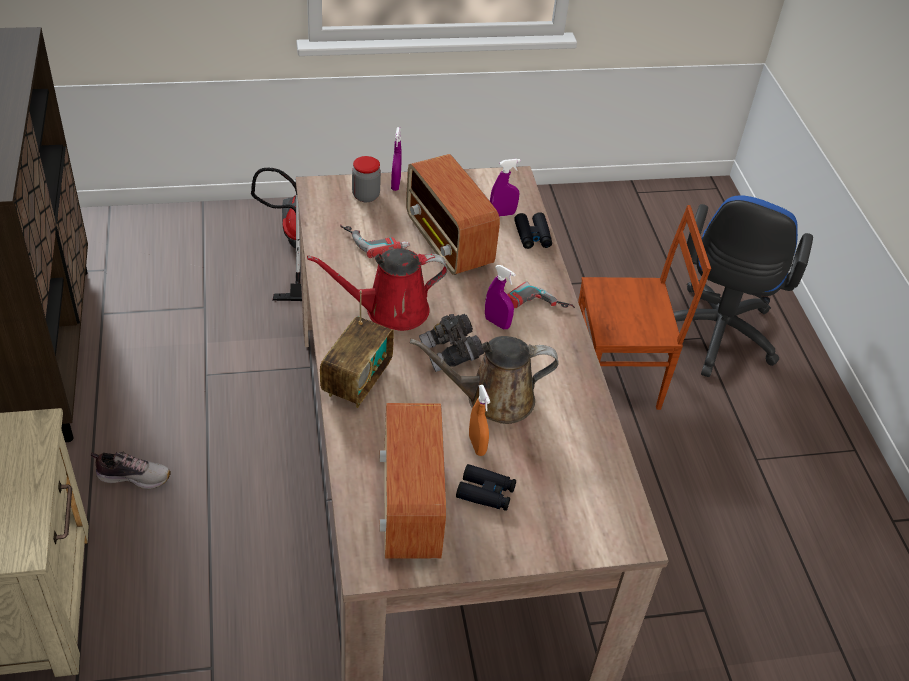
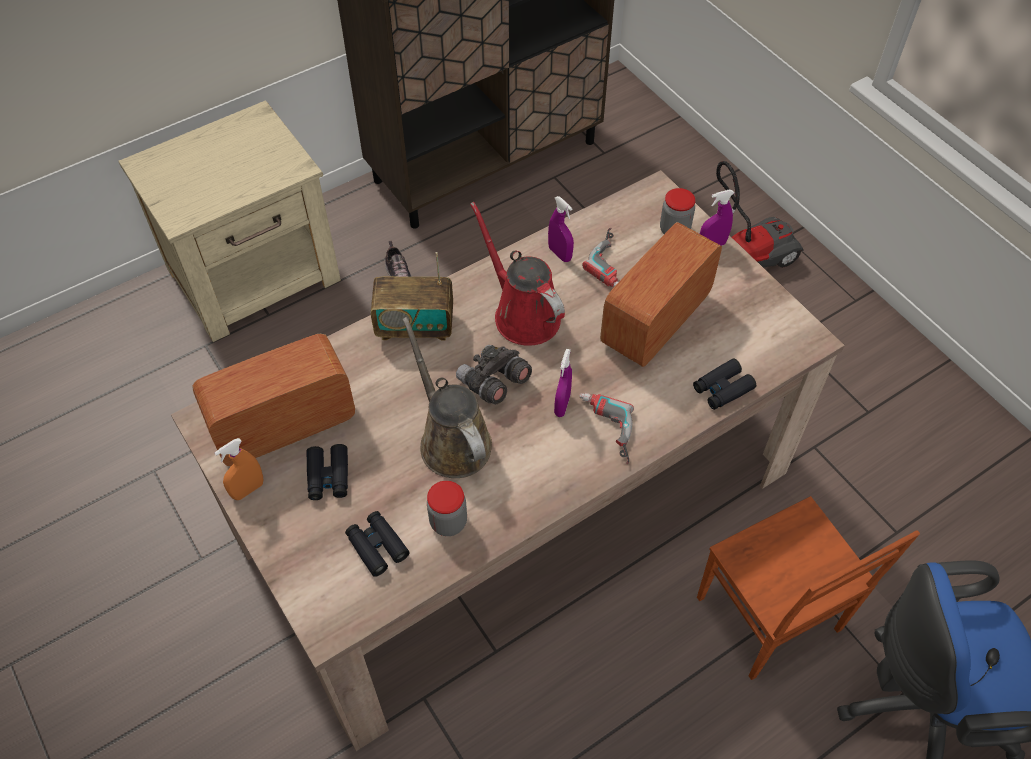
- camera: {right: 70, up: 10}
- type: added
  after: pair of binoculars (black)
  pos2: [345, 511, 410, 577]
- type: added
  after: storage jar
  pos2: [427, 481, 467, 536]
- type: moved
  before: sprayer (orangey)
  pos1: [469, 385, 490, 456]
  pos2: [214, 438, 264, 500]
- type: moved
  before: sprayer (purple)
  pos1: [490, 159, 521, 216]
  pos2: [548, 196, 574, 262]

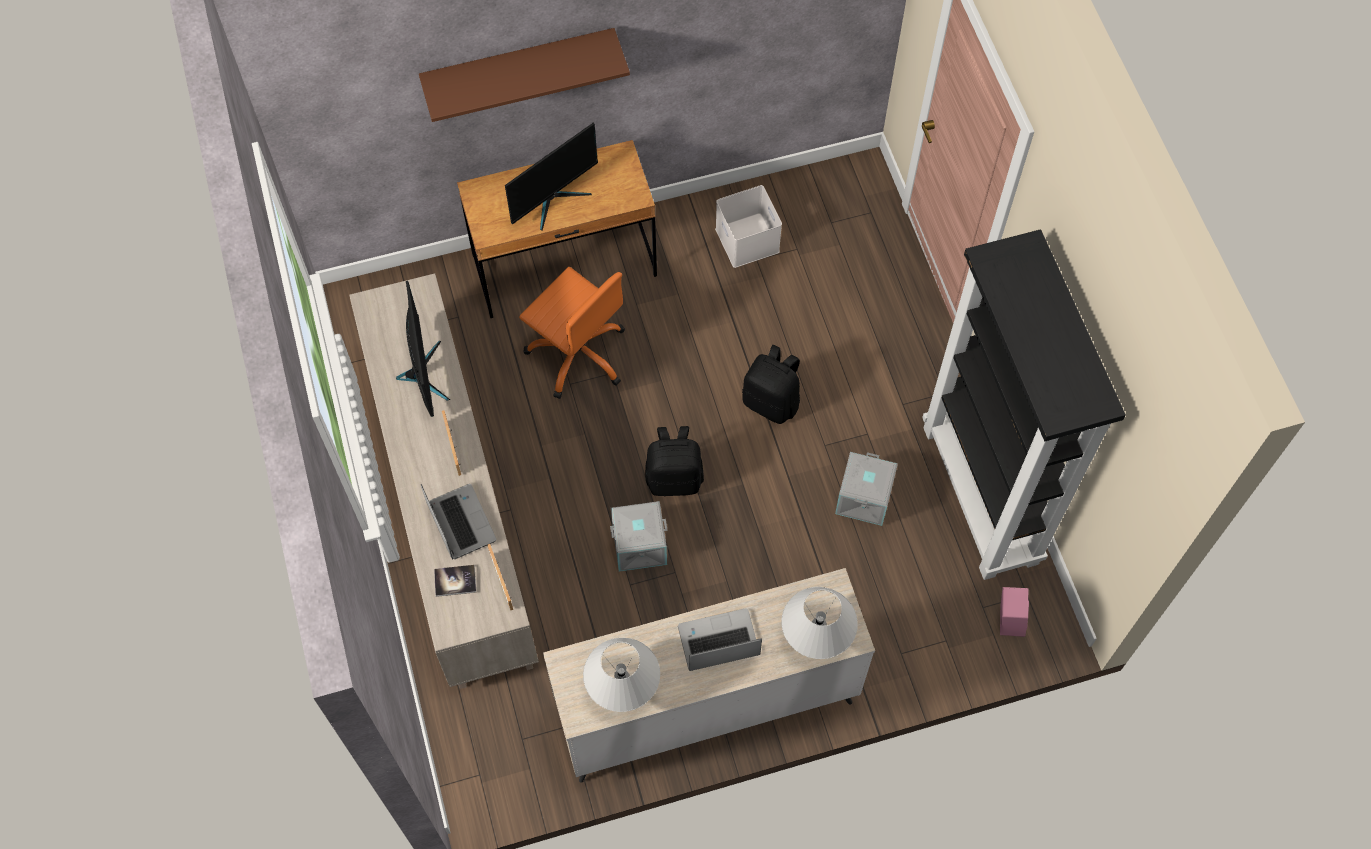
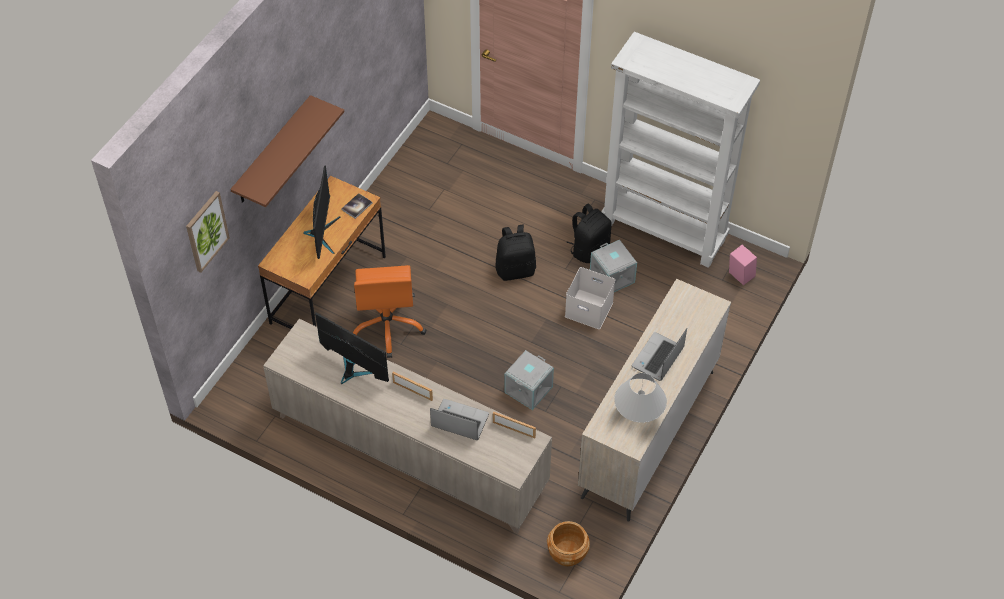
- camera: {right: -45, up: -10}
- type: removed
  before: tabletop lamp (white-coloured)
  pos1: [781, 587, 858, 659]
- type: added
  after: wall picture
  pos2: [186, 191, 230, 273]
- type: added
  after: plant pot (brownish)
  pos2: [547, 521, 590, 566]
- type: moved
  before: book
  pos1: [434, 565, 476, 597]
  pos2: [342, 193, 372, 219]
- type: moved
  before: knapsack (black)
  pos1: [645, 426, 704, 497]
  pos2: [566, 204, 612, 263]
- type: moved
  before: storage bin (white-coloured)
  pos1: [715, 185, 782, 268]
  pos2: [565, 267, 615, 329]
- type: recoloured
  before: bookcase (black)
  after: bookcase (white-coloured)
  pos1: [922, 229, 1126, 580]
  pos2: [601, 32, 760, 268]
- type: turned
  before: office chair (orangey)
  pos1: [519, 267, 625, 399]
  pos2: [353, 265, 426, 358]
  turn: 90

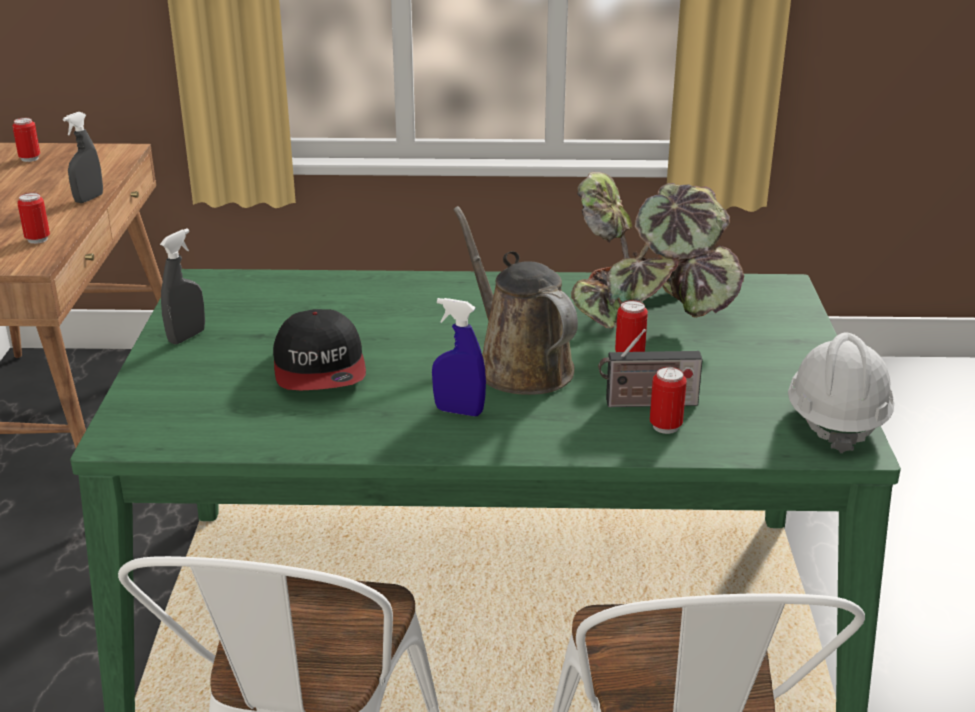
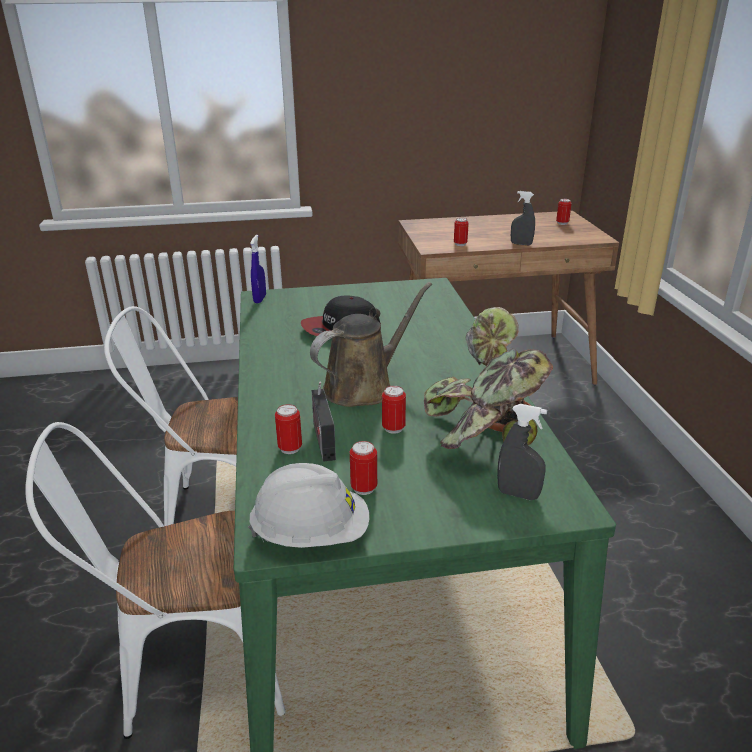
- camera: {right: 80, up: 0}
- type: added
  after: sealed can
  pos2: [350, 441, 377, 495]
- type: moved
  before: sprayer (grey)
  pos1: [160, 228, 205, 345]
  pos2: [497, 404, 547, 500]
- type: moved
  before: sprayer (blue-coloured)
  pos1: [432, 298, 486, 416]
  pos2: [250, 235, 266, 303]

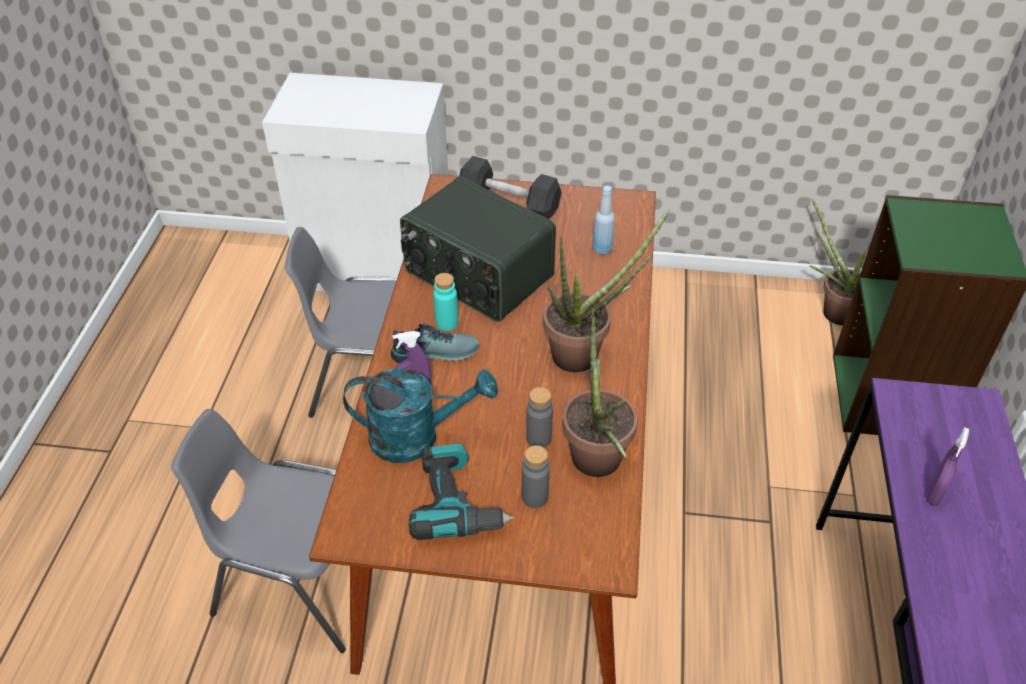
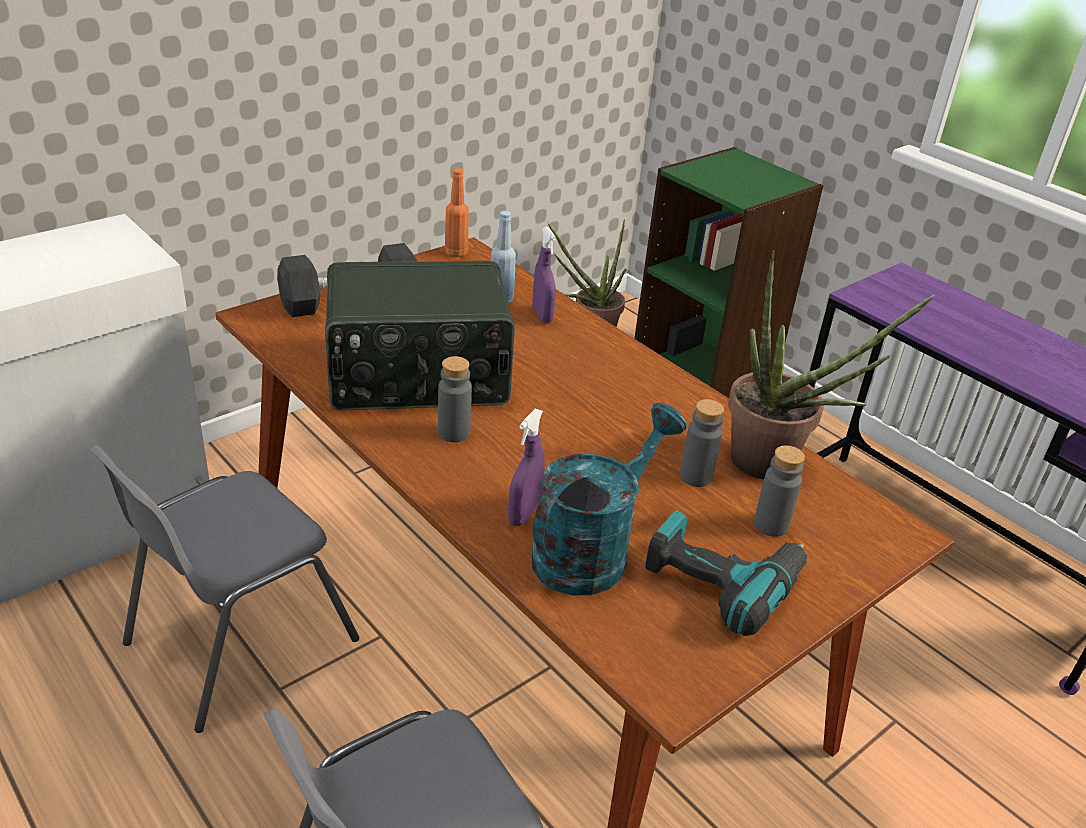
- camera: {right: -50, up: -10}
- type: removed
  before: shoe
  pos1: [391, 323, 479, 364]
- type: removed
  before: plant in a pot
  pos1: [543, 209, 669, 372]
- type: added
  after: beverage bottle (orangey)
  pos2: [445, 168, 469, 257]
- type: moved
  before: sprayer (purple)
  pos1: [927, 427, 969, 506]
  pos2: [533, 227, 556, 323]
- type: recoloured
  before: beverage bottle (blue-green)
  after: beverage bottle (grey)
  pos1: [433, 273, 458, 331]
  pos2: [438, 356, 472, 442]

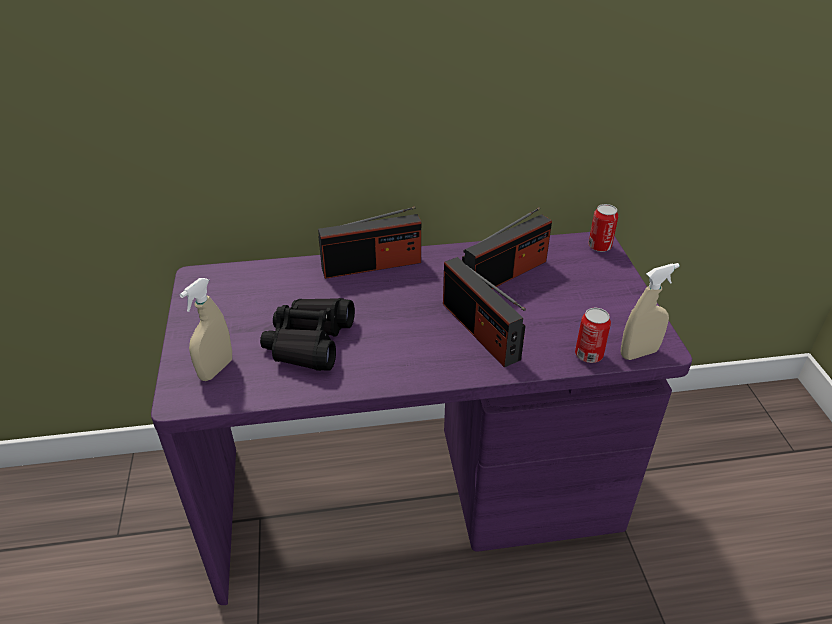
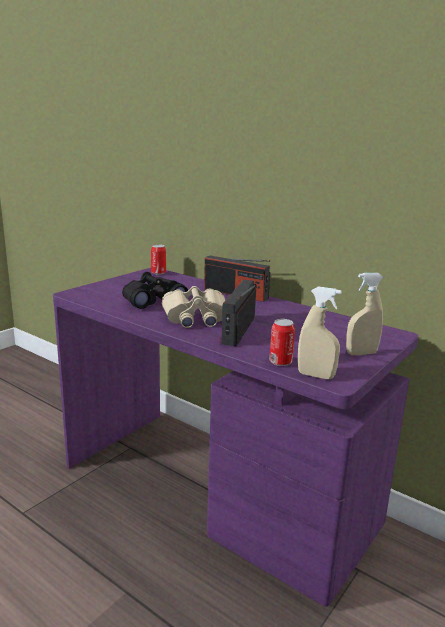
- camera: {right: 45, up: -20}
- type: removed
  before: radio receiver
  pos1: [462, 207, 552, 289]
- type: added
  after: pair of binoculars (sand-coloured)
  pos2: [162, 286, 225, 328]
- type: moved
  before: sprayer (sand-coloured)
  pos1: [179, 278, 232, 381]
  pos2: [346, 273, 384, 355]
- type: moved
  before: sealed can
  pos1: [588, 204, 618, 252]
  pos2: [151, 244, 166, 275]

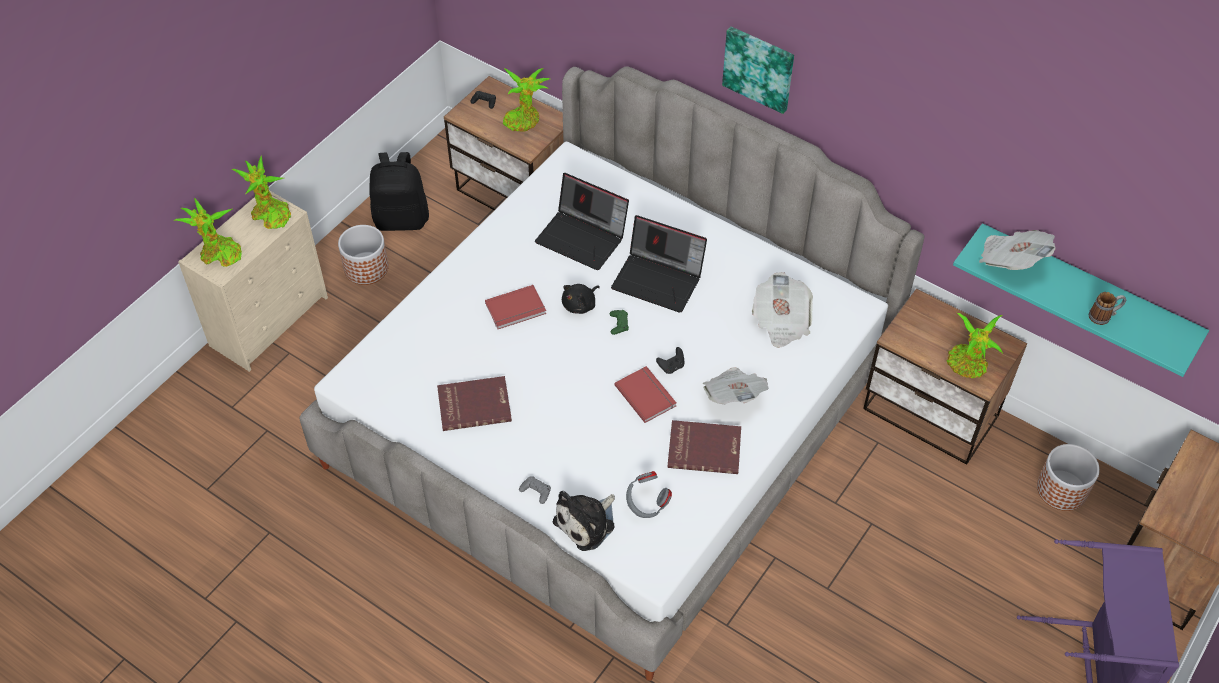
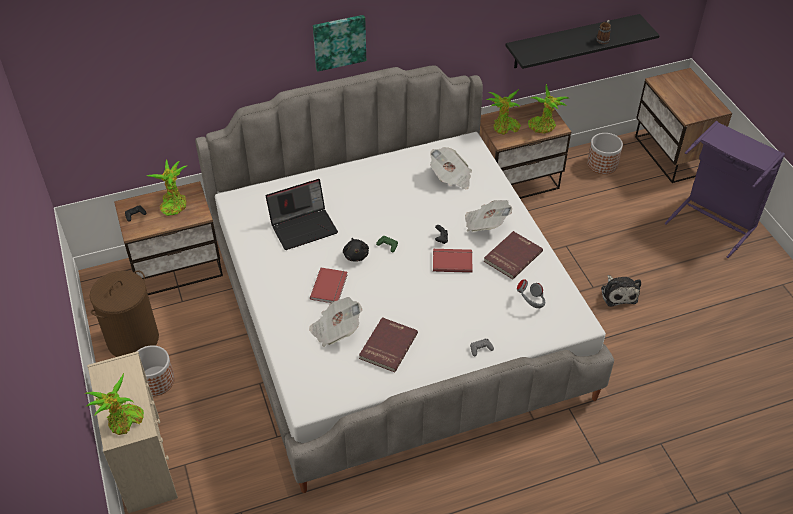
- camera: {right: -55, up: -5}
- type: removed
  before: laptop
  pos1: [611, 215, 707, 313]
- type: moved
  before: plant in a pot
  pos1: [232, 156, 291, 229]
  pos2: [487, 89, 521, 135]
- type: moved
  before: cuddly toy
  pos1: [553, 491, 615, 551]
  pos2: [601, 275, 641, 307]
- type: moved
  before: newspaper
  pos1: [979, 230, 1056, 270]
  pos2: [309, 297, 362, 347]
- type: replaced
  before: knapsack (black)
  after: hamper (brownish)
  pos1: [369, 152, 429, 231]
  pos2: [90, 270, 159, 357]
- type: recoloured
  before: bracket shelf (blue-green)
  after: bracket shelf (black)
  pos1: [953, 223, 1209, 377]
  pos2: [505, 14, 660, 69]

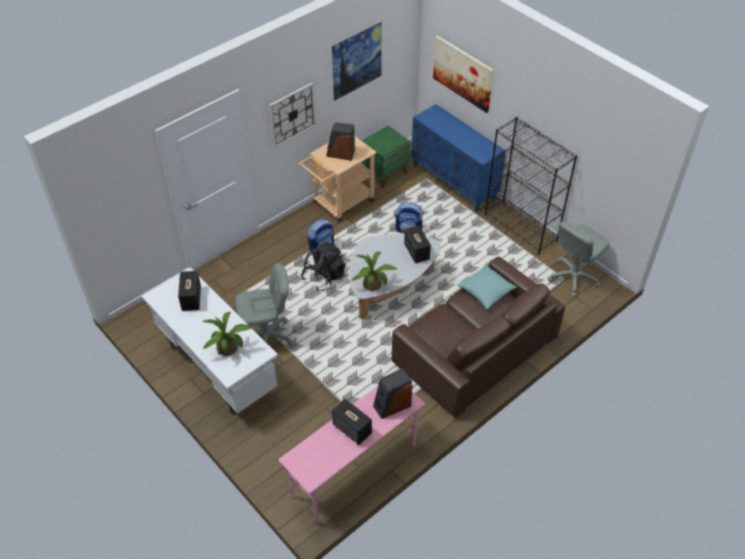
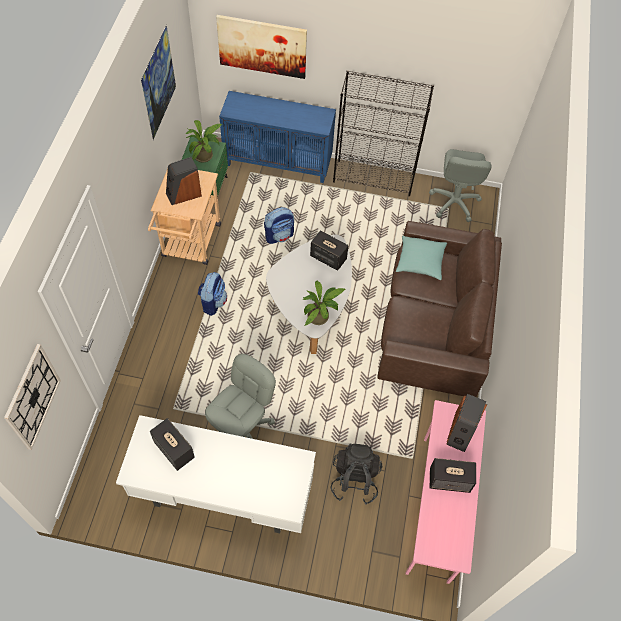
- camera: {right: -40, up: 10}
- type: moved
  before: plant in a pot
  pos1: [203, 312, 252, 356]
  pos2: [186, 120, 222, 163]
- type: moved
  before: clock on the wall
  pos1: [269, 83, 316, 148]
  pos2: [4, 344, 61, 450]
- type: moved
  before: knapsack (black)
  pos1: [301, 242, 345, 291]
  pos2: [330, 444, 382, 505]

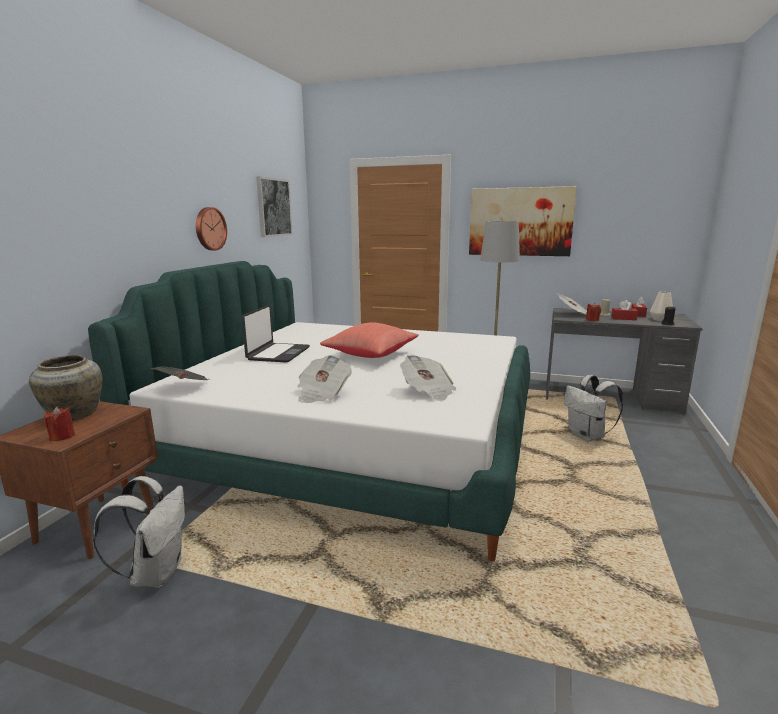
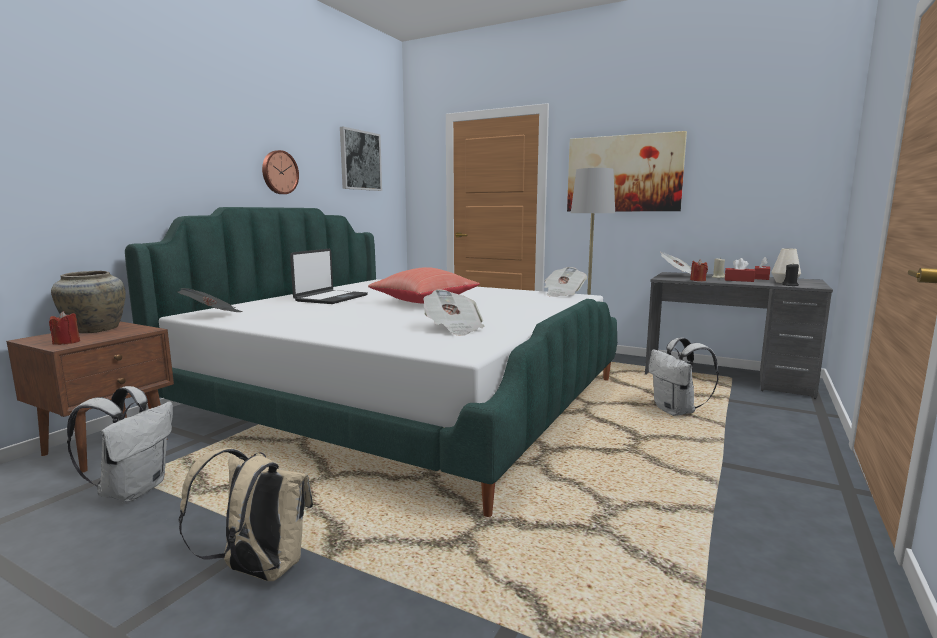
- camera: {right: 10, up: -5}
- type: added
  after: knapsack (sand-coloured)
  pos2: [178, 448, 313, 581]
- type: moved
  before: newspaper
  pos1: [297, 355, 352, 403]
  pos2: [544, 267, 587, 297]

